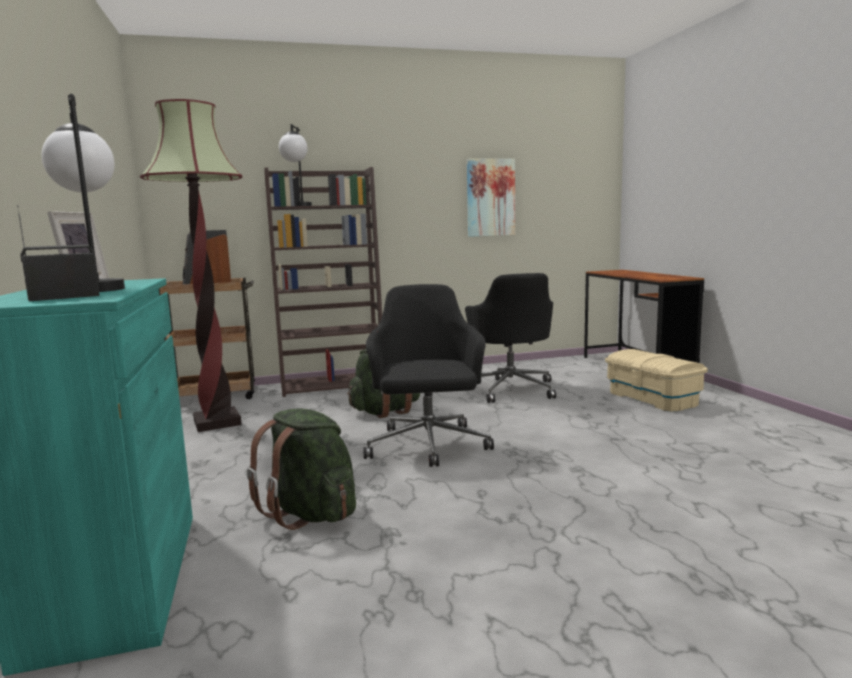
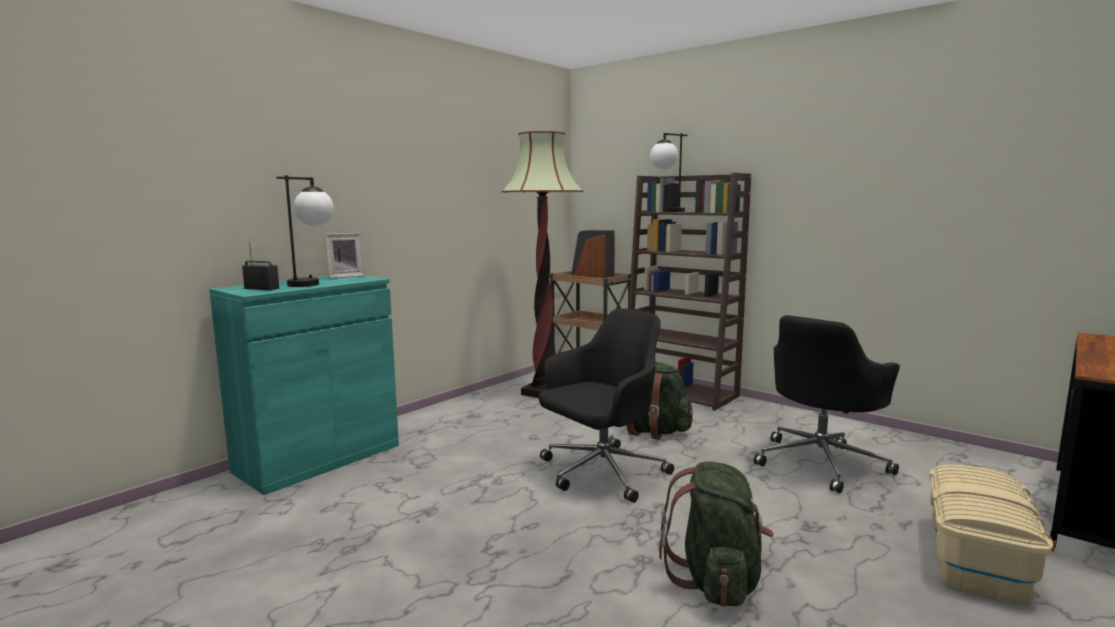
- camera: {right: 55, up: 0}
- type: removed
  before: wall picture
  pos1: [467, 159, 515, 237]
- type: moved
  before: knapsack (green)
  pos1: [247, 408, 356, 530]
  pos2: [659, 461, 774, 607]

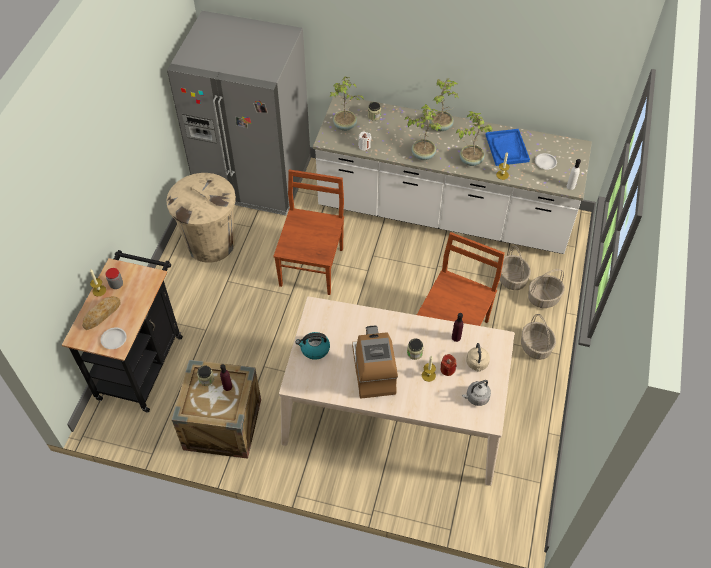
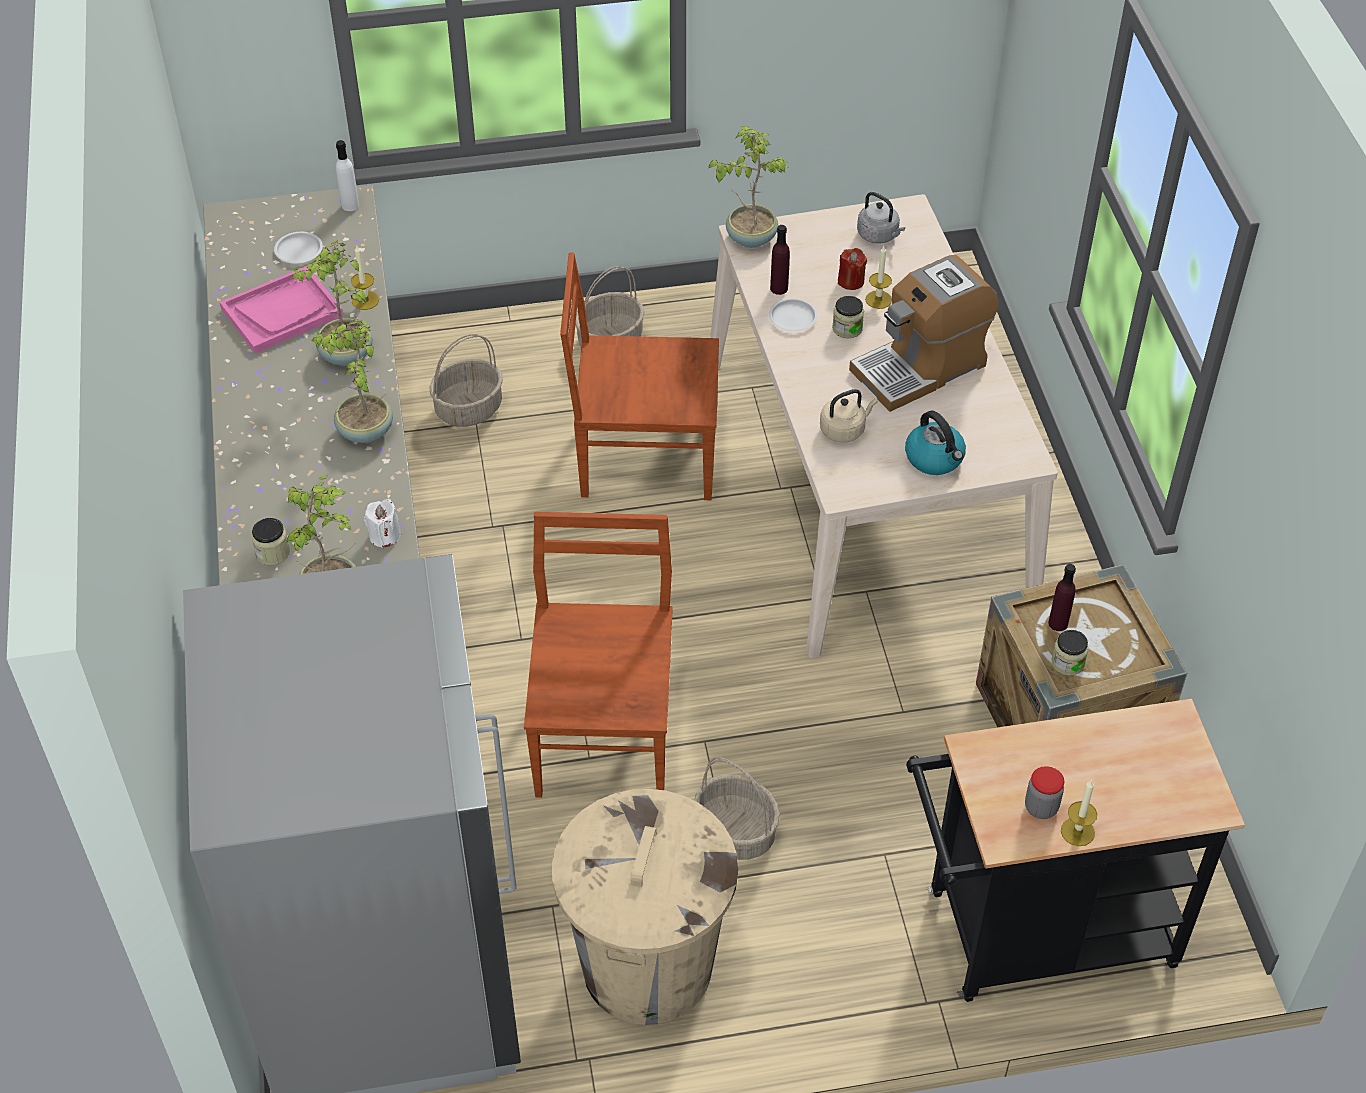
- camera: {right: -115, up: -5}
- type: removed
  before: bakery bread
  pos1: [82, 296, 120, 330]
- type: moved
  before: flat dish (white-coloured)
  pos1: [101, 328, 127, 349]
  pos2: [769, 298, 818, 331]
- type: moved
  before: plant in a pot
  pos1: [430, 78, 459, 131]
  pos2: [708, 126, 789, 248]
- type: moved
  before: water kettle (sand-coloured)
  pos1: [466, 343, 490, 372]
  pos2: [820, 389, 878, 442]
- type: moved
  before: basket
  pos1: [528, 269, 565, 308]
  pos2: [694, 757, 780, 860]
- type: recoloured
  before: tray (blue-coloured)
  after: tray (pink-coloured)
  pos1: [486, 129, 530, 166]
  pos2: [220, 266, 344, 354]
- type: turned
  before: upright chair (brownish)
  pos1: [274, 169, 344, 295]
  pos2: [524, 512, 673, 798]
  turn: 105

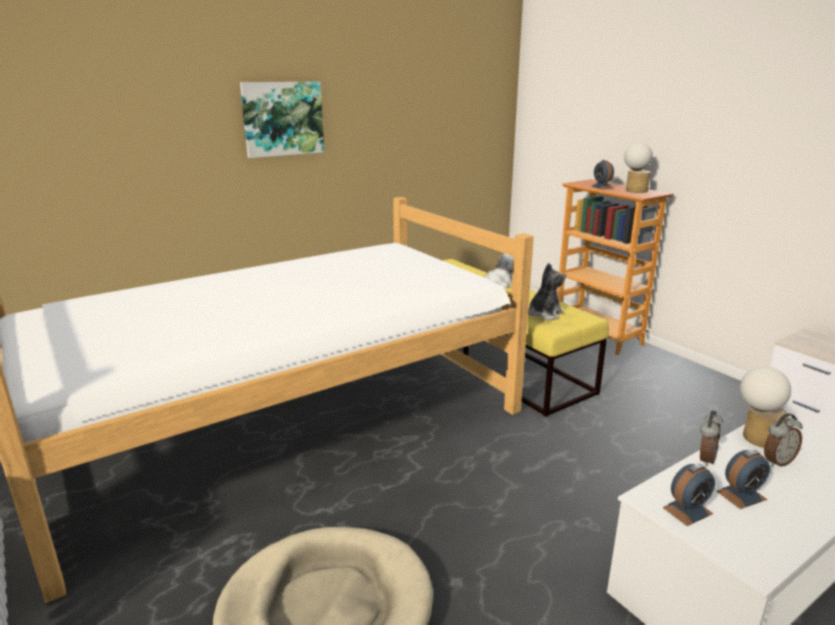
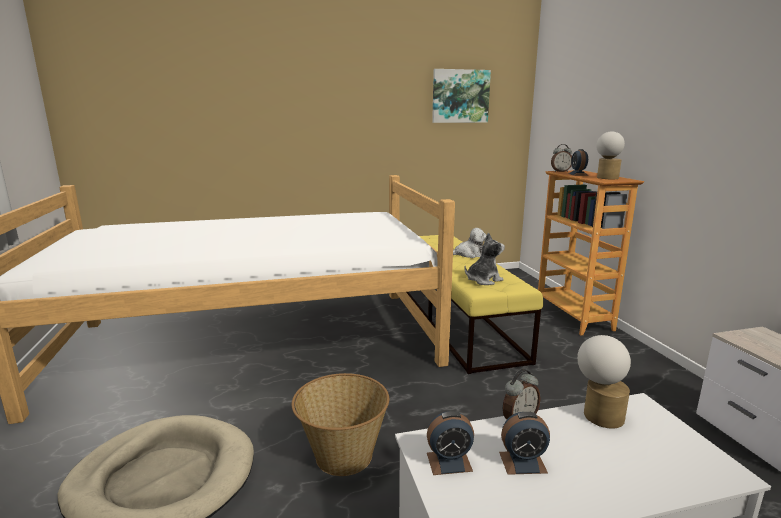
- camera: {right: 20, up: -5}
- type: added
  after: basket
  pos2: [292, 373, 389, 476]
- type: moved
  before: wall picture
  pos1: [240, 82, 324, 158]
  pos2: [432, 69, 491, 123]
- type: moved
  before: bedside clock
  pos1: [764, 413, 803, 467]
  pos2: [551, 144, 572, 172]

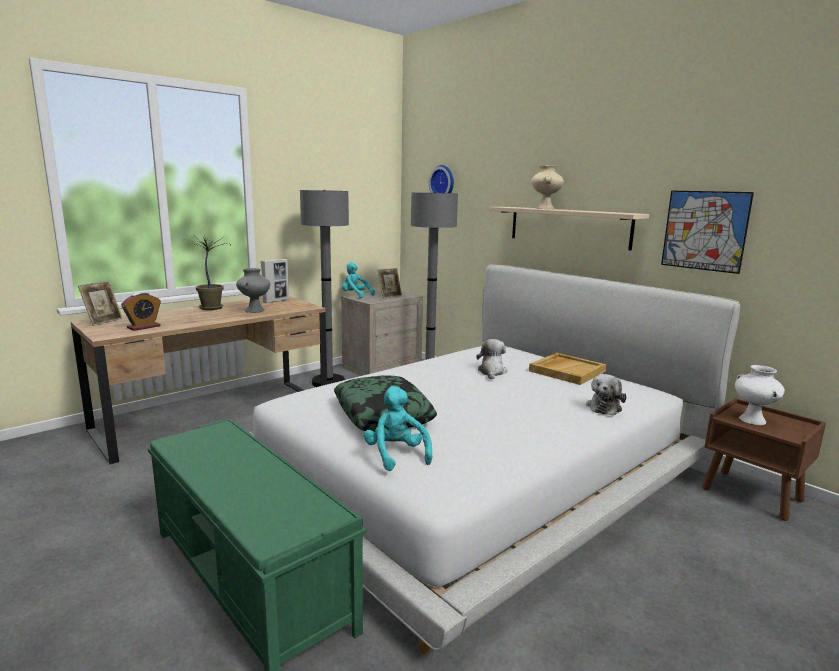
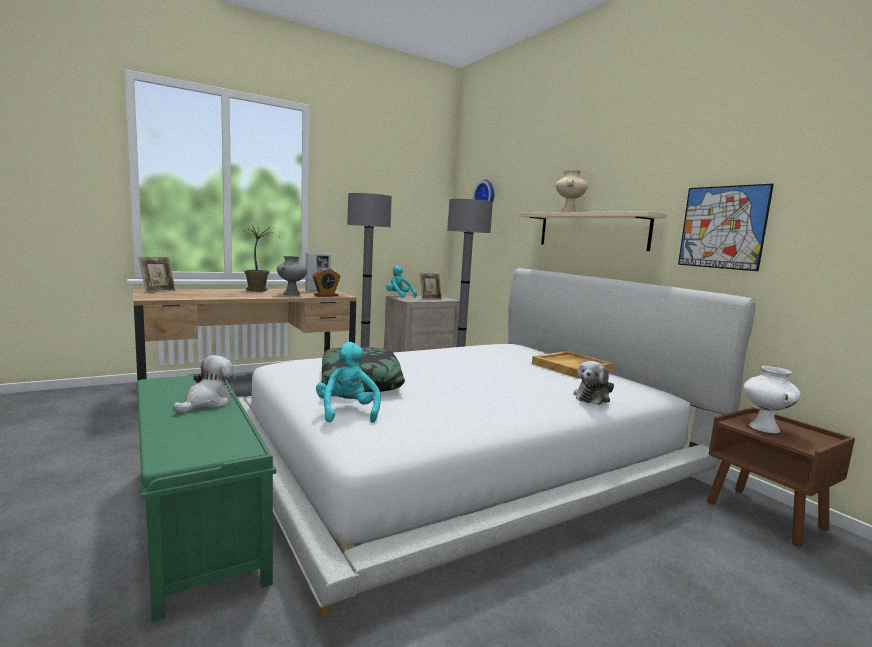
- camera: {right: 10, up: -5}
- type: moved
  before: bedside clock
  pos1: [121, 292, 161, 331]
  pos2: [313, 268, 340, 297]
- type: moved
  before: cuddly toy
  pos1: [476, 339, 507, 380]
  pos2: [173, 355, 234, 413]

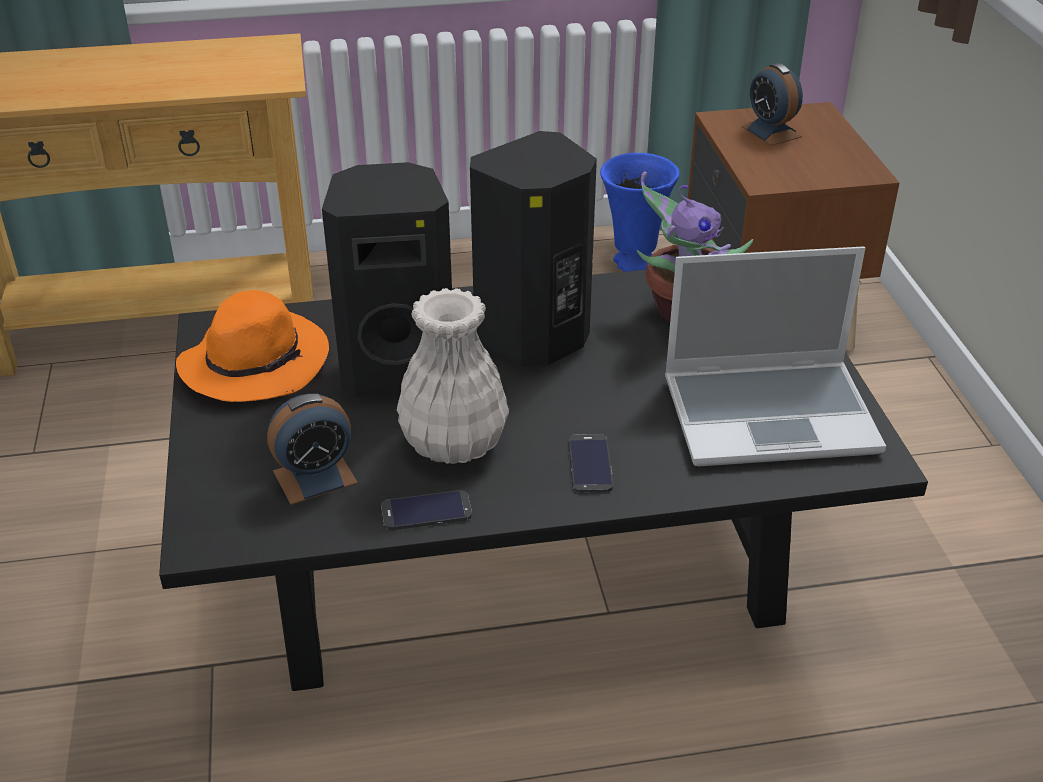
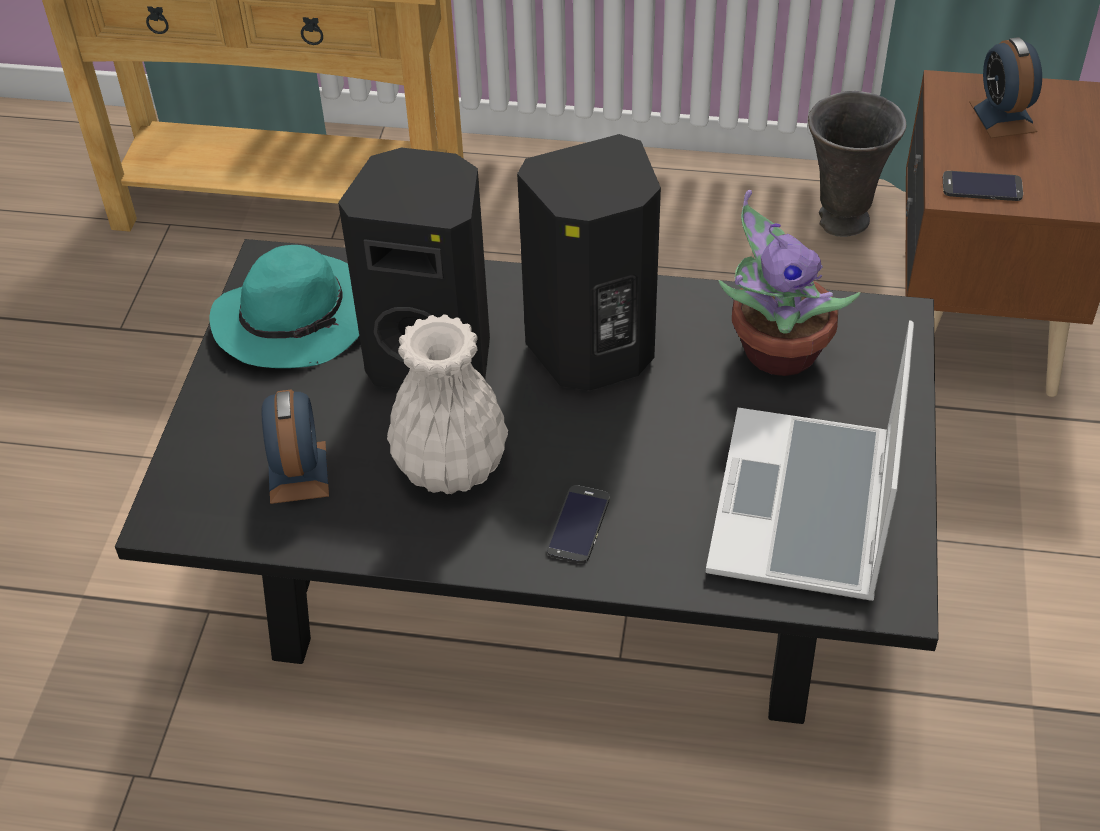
- camera: {right: 20, up: 10}
- type: moved
  before: telephone
  pos1: [381, 490, 472, 530]
  pos2: [943, 171, 1023, 201]
- type: recoloured
  before: wearable hat (orangey)
  after: wearable hat (blue-green)
  pos1: [176, 290, 329, 402]
  pos2: [209, 245, 359, 368]
- type: recoloured
  before: vase (blue-coloured)
  after: vase (grey)
  pos1: [600, 153, 679, 272]
  pos2: [808, 91, 906, 237]
- type: turned
  before: bedside clock
  pos1: [267, 394, 358, 505]
  pos2: [262, 389, 329, 504]
  turn: -90
- type: turned
  before: laptop
  pos1: [665, 247, 886, 466]
  pos2: [706, 320, 914, 601]
  turn: 90

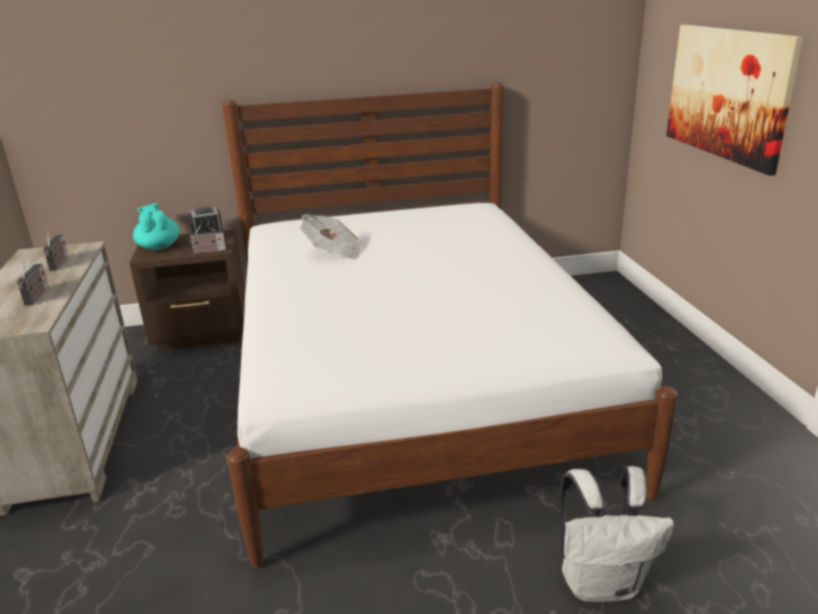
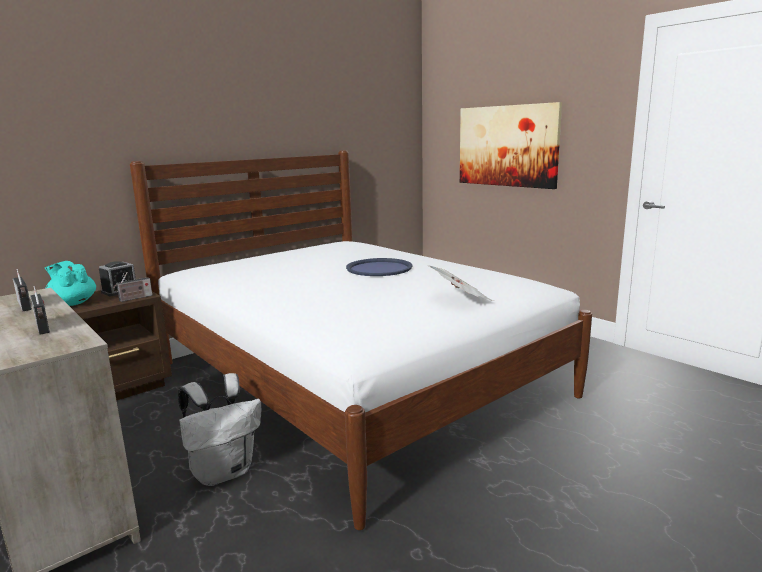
- camera: {right: -30, up: -10}
- type: added
  after: tray (blue-coloured)
  pos2: [346, 258, 412, 276]
- type: moved
  before: newspaper
  pos1: [300, 214, 363, 259]
  pos2: [427, 265, 493, 301]
- type: moved
  before: knapsack (white-coloured)
  pos1: [560, 466, 674, 602]
  pos2: [178, 373, 261, 486]

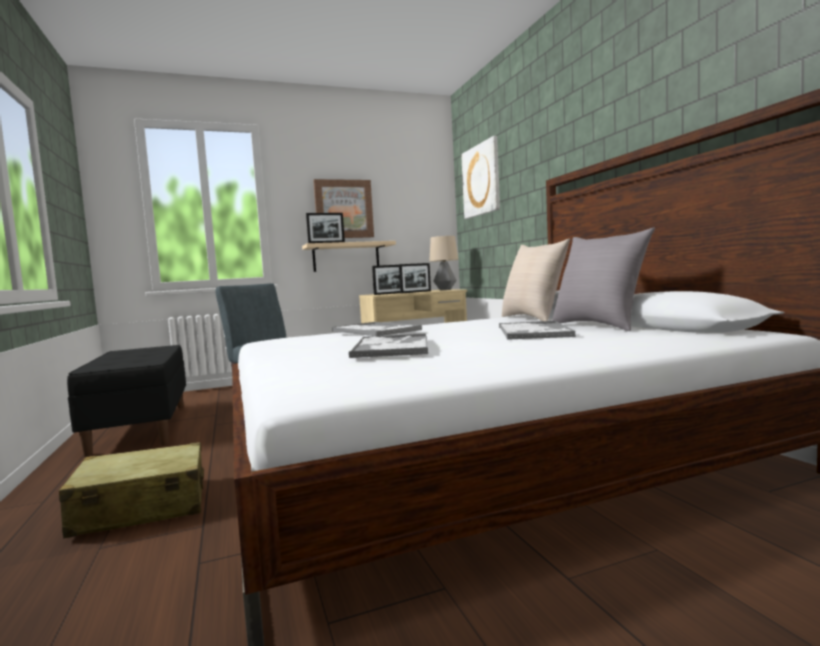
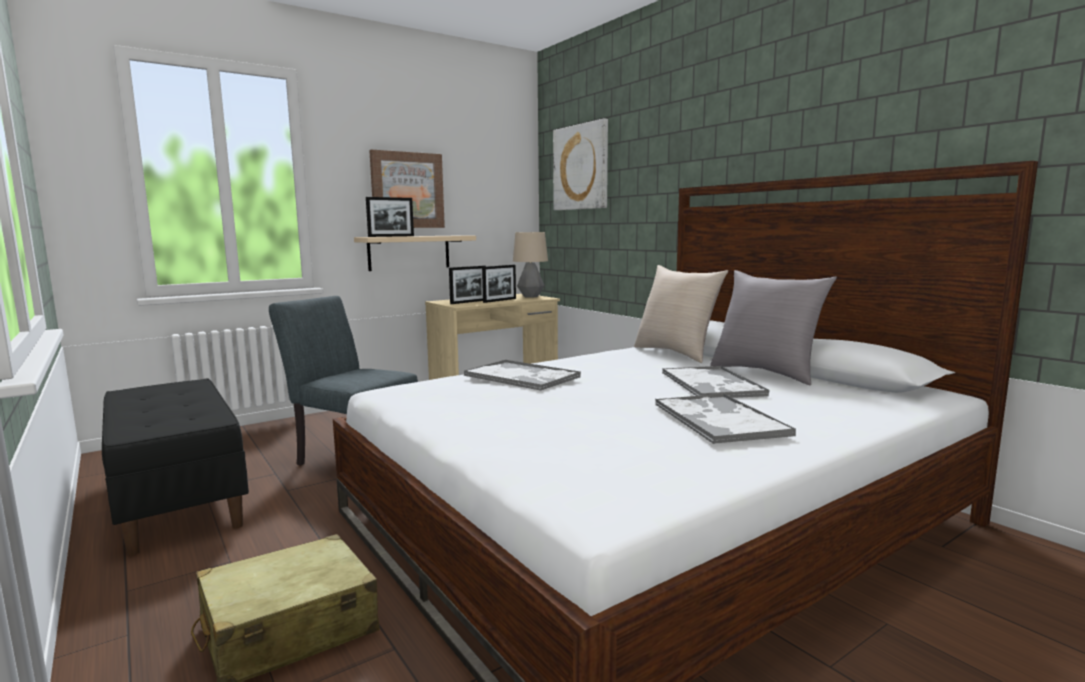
- camera: {right: -15, up: 5}
- type: moved
  before: tray
  pos1: [349, 333, 428, 358]
  pos2: [655, 394, 796, 444]

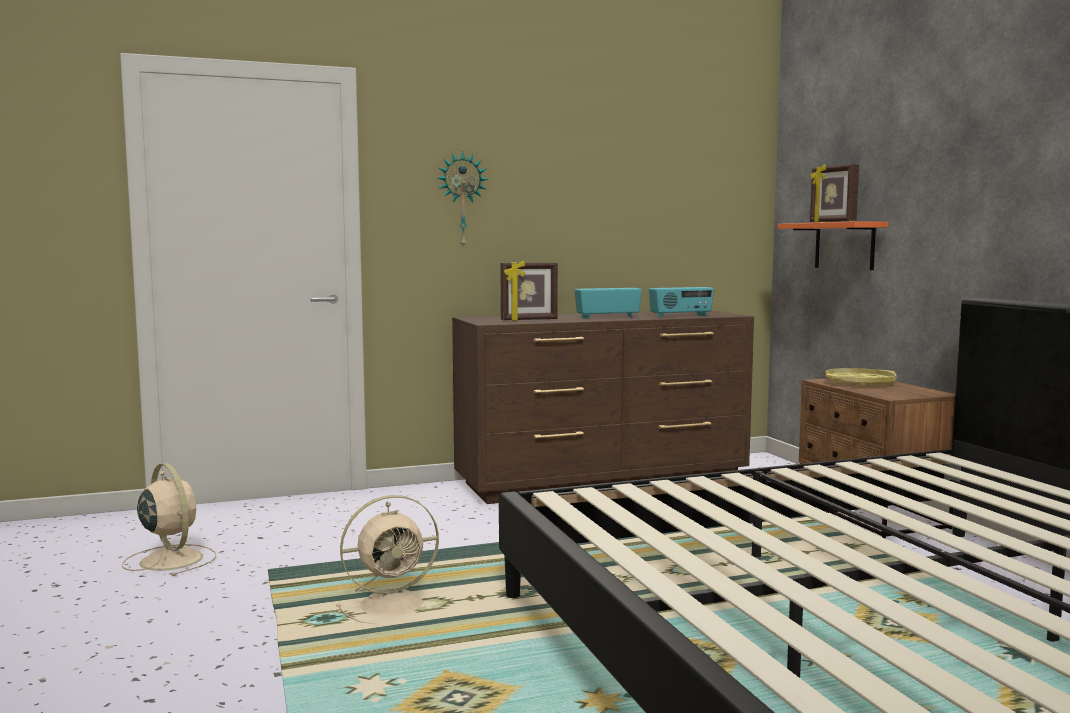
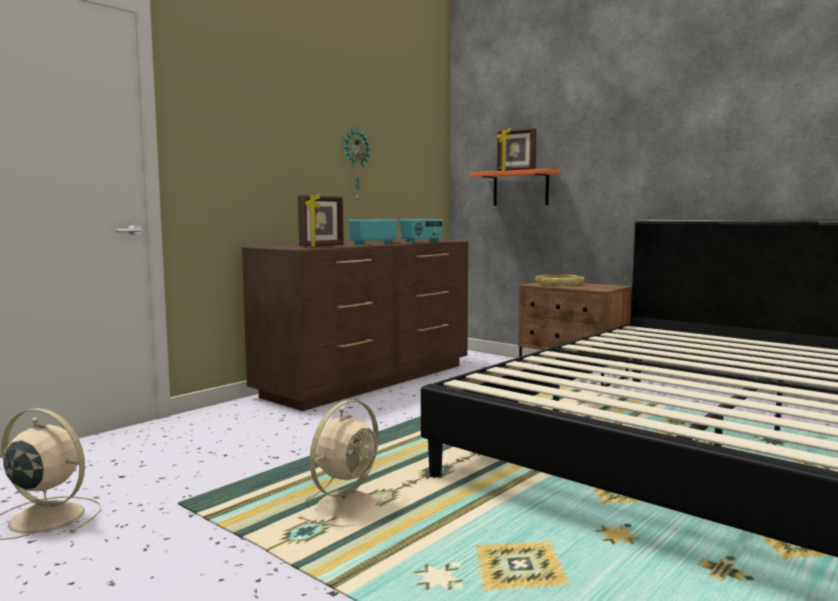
- camera: {right: -30, up: 0}
- type: moved
  before: clock on the wall
  pos1: [438, 152, 488, 249]
  pos2: [342, 127, 372, 201]

